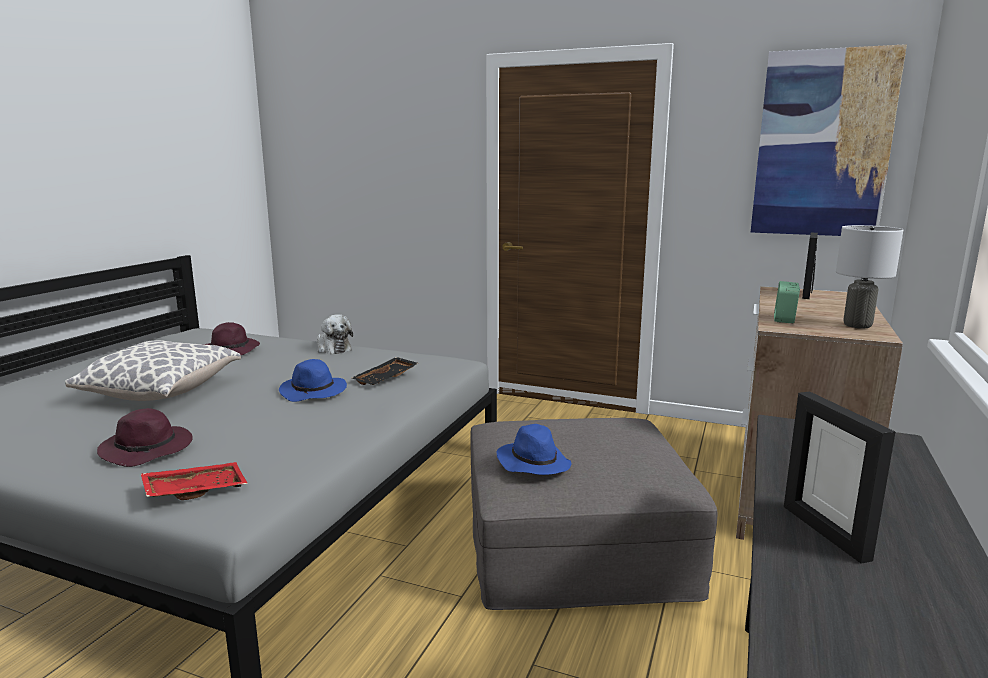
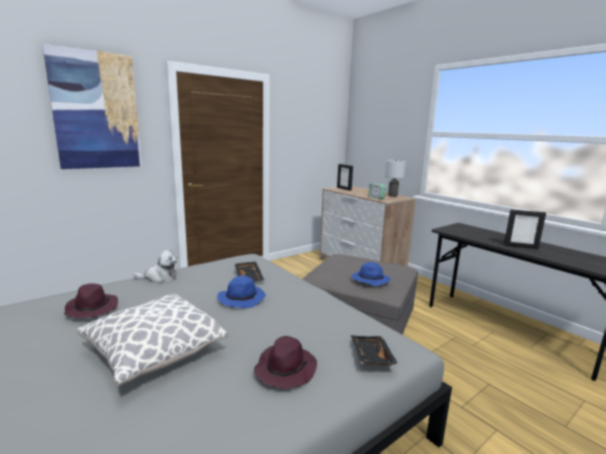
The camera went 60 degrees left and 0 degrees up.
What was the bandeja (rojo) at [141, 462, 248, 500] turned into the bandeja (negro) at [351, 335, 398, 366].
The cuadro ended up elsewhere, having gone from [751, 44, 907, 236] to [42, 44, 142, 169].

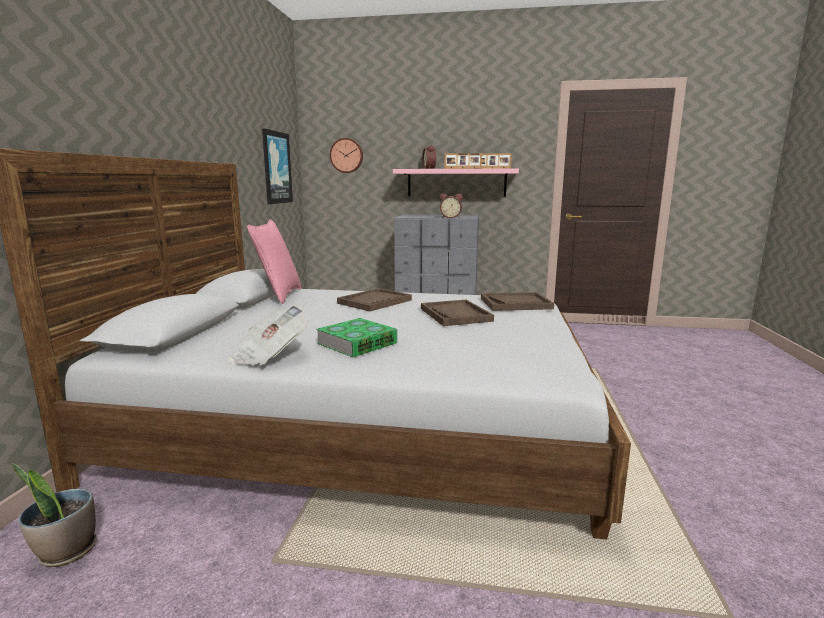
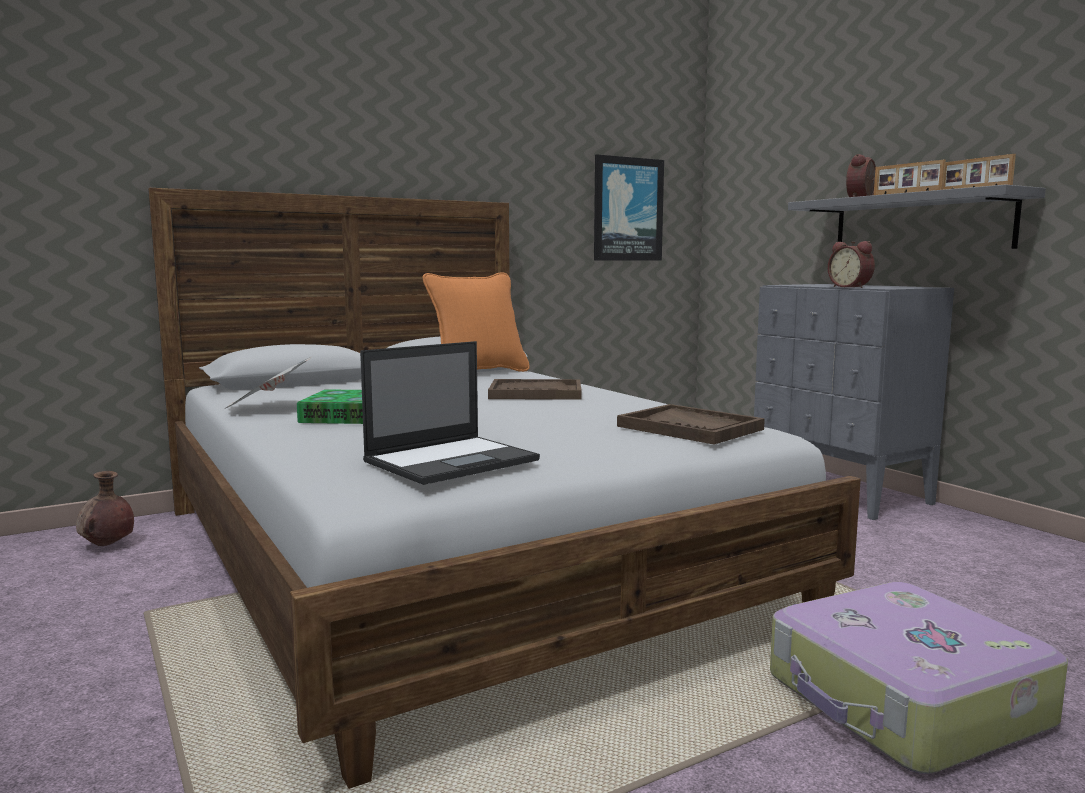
The camera went 50 degrees right and 5 degrees down.
Where the planta en maceta stood at [12, 463, 97, 567], the florero (marrón) came to stand at [76, 471, 134, 546].
What was the cojín (rosa) at [247, 219, 301, 304] turned into the cojín (naranja) at [423, 272, 530, 372].
The second view lost the reloj de pared at [330, 138, 363, 173].
What was the estante (rosa) at [393, 168, 519, 197] turned into the estante (gris) at [788, 185, 1046, 249].
The second view lost the bandeja (marrón) at [421, 300, 494, 326].
The second view gained the portátil at [360, 341, 540, 485].
The second view gained the maleta at [770, 582, 1068, 774].

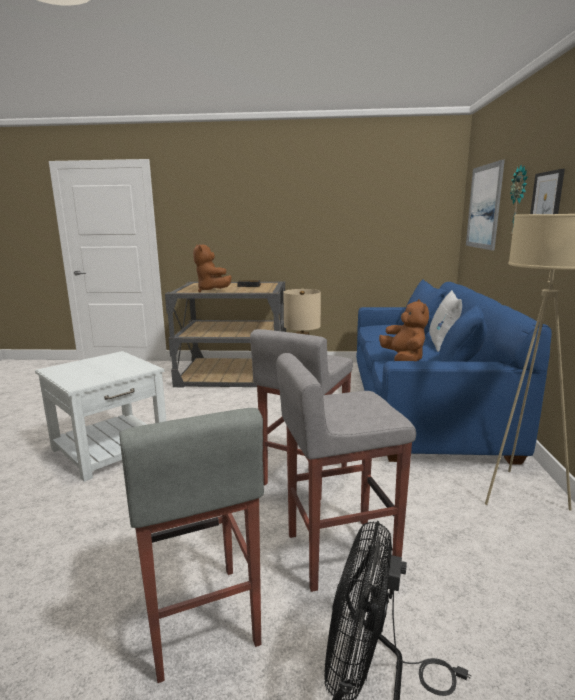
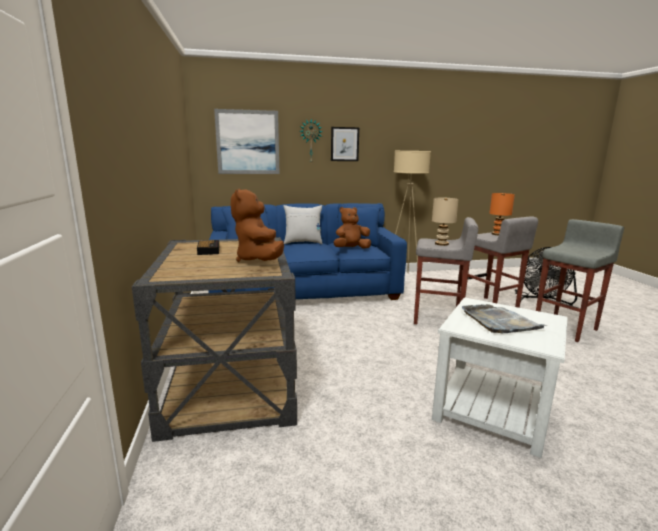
The camera went 105 degrees left and 0 degrees up.
The peluche (marrón) at [193, 244, 232, 292] ended up facing another way, 120 degrees clockwise from before.
The second view gained the bandeja (gris) at [462, 304, 547, 333].
The second view gained the lámpara de mesa (naranja) at [490, 193, 515, 235].

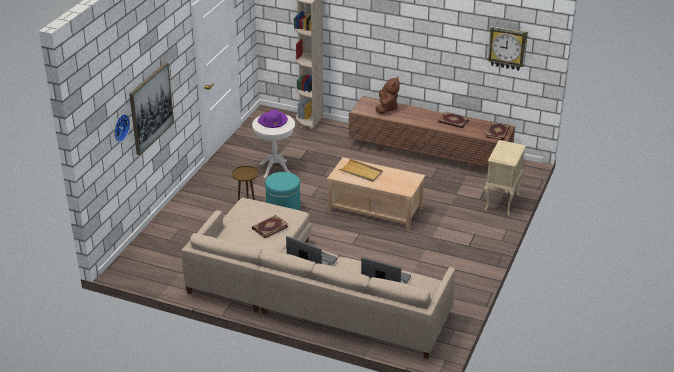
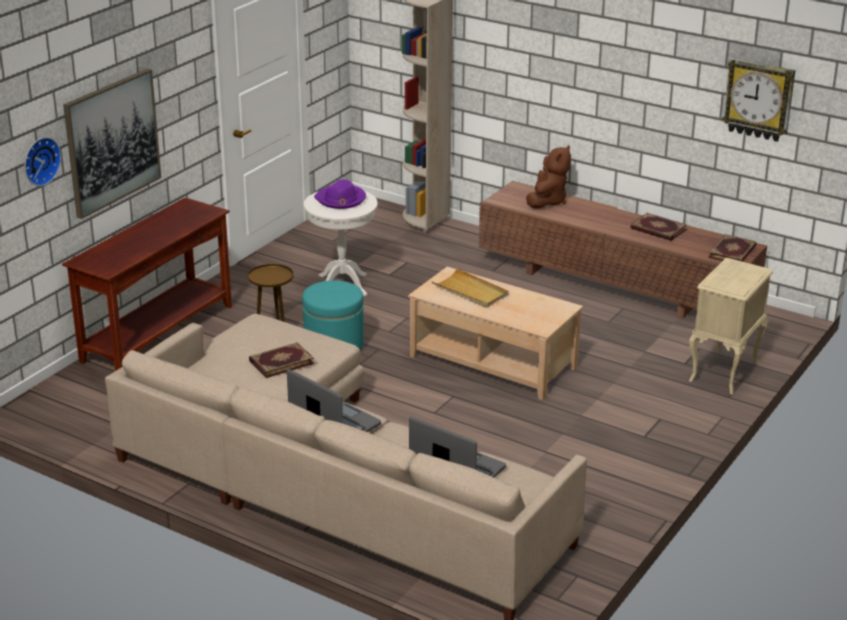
The camera went 10 degrees right and 5 degrees down.
The second view gained the mesa consola (marrón) at [62, 197, 232, 371].

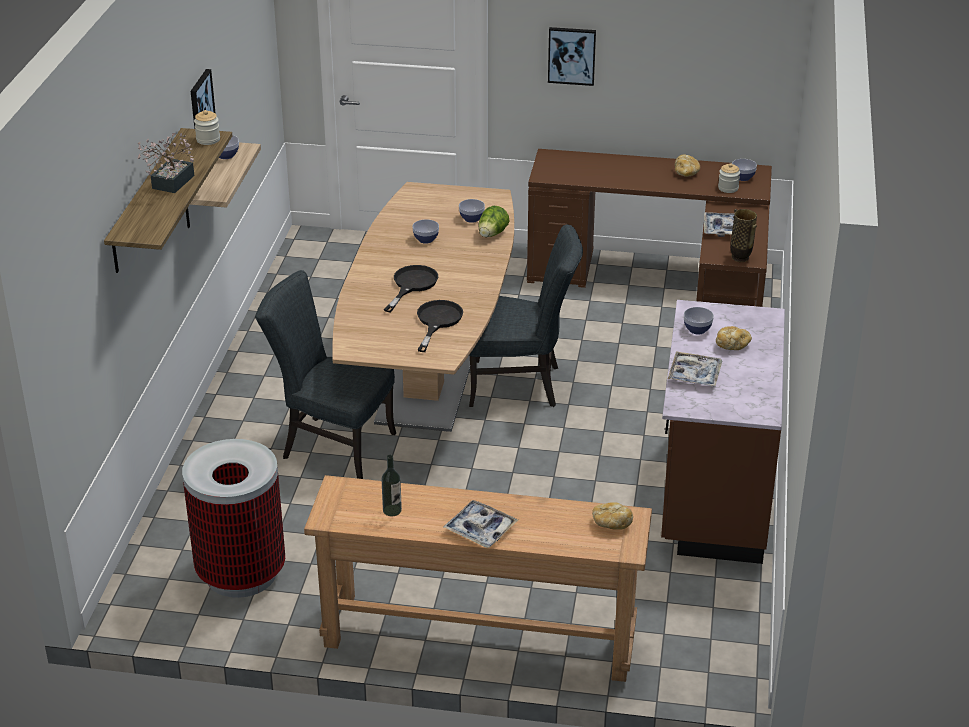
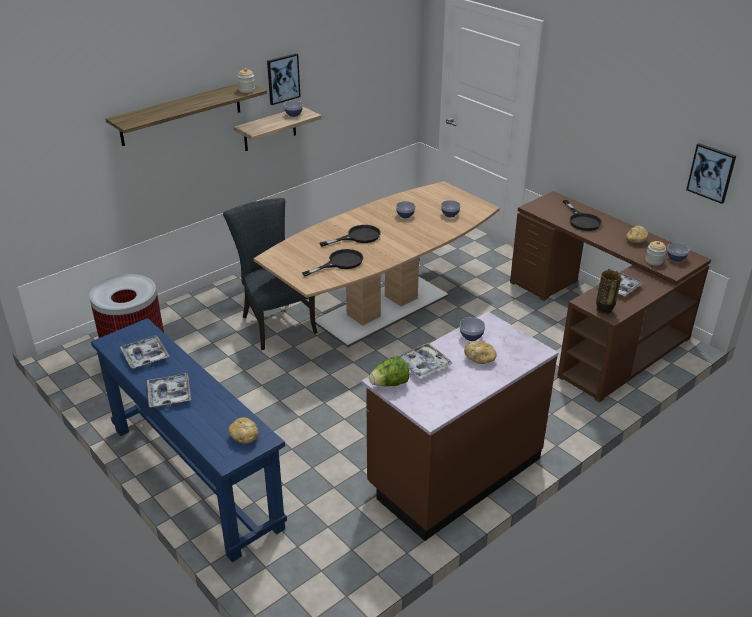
The camera went 40 degrees right and 0 degrees up.
The second view lost the planta en maceta at [137, 133, 194, 193].
What was the mesa consola (marrón) at [304, 475, 652, 682] turned into the mesa consola (azul) at [91, 318, 287, 562].
Where the botella stood at [381, 455, 402, 516], the bandeja came to stand at [120, 336, 170, 368].
The second view lost the silla (gris) at [469, 224, 583, 407].
The lechuga ended up elsewhere, having gone from [479, 206, 509, 237] to [369, 357, 410, 386].
The cuadro ended up elsewhere, having gone from [548, 27, 596, 86] to [686, 143, 736, 204].
The second view gained the sartén (negro) at [563, 200, 602, 231].

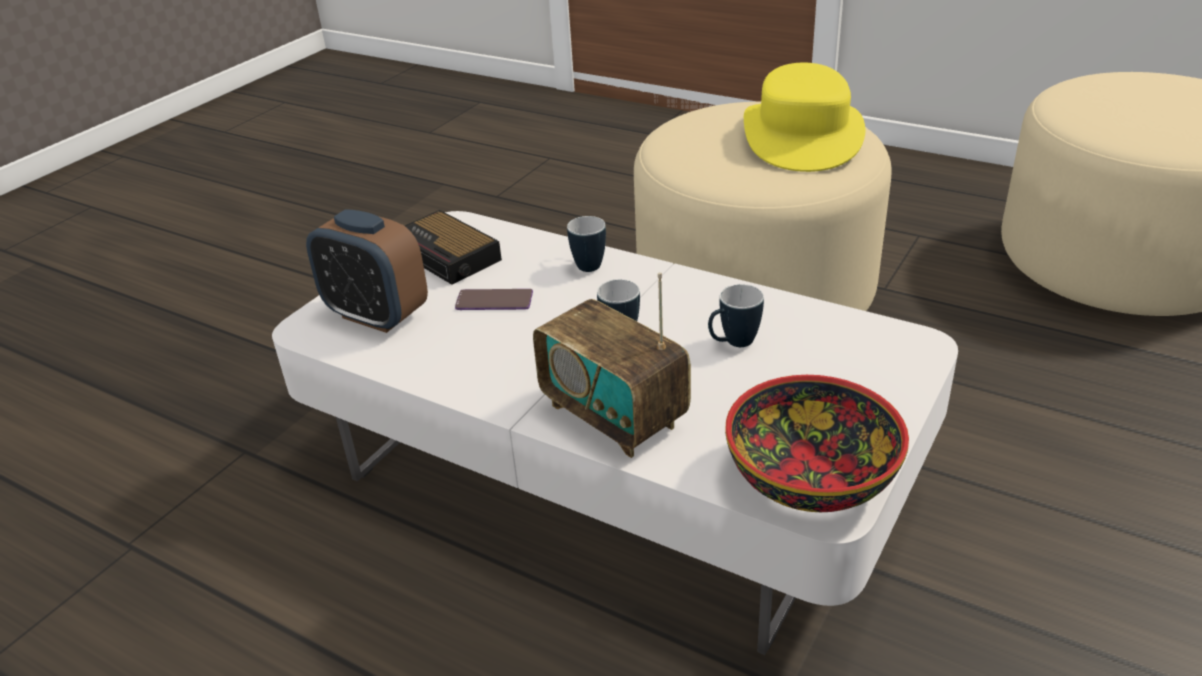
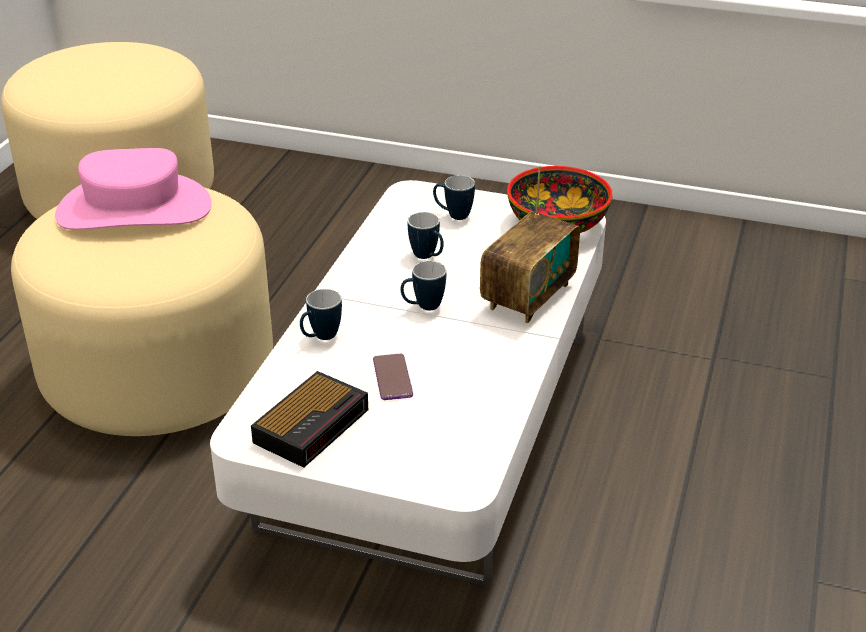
The camera went 105 degrees left and 0 degrees up.
The second view lost the despertador at [306, 209, 428, 333].
What was the sombrero (amarillo) at [744, 63, 865, 172] turned into the sombrero (rosa) at [55, 148, 212, 230].
The second view gained the taza grande at [433, 175, 475, 220].

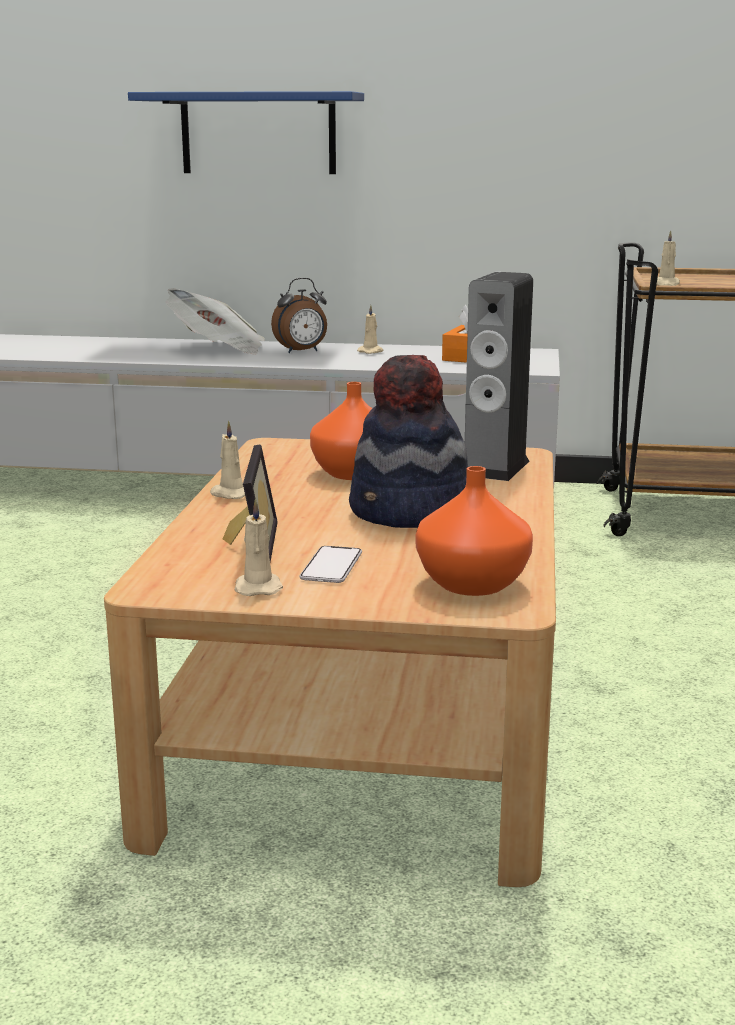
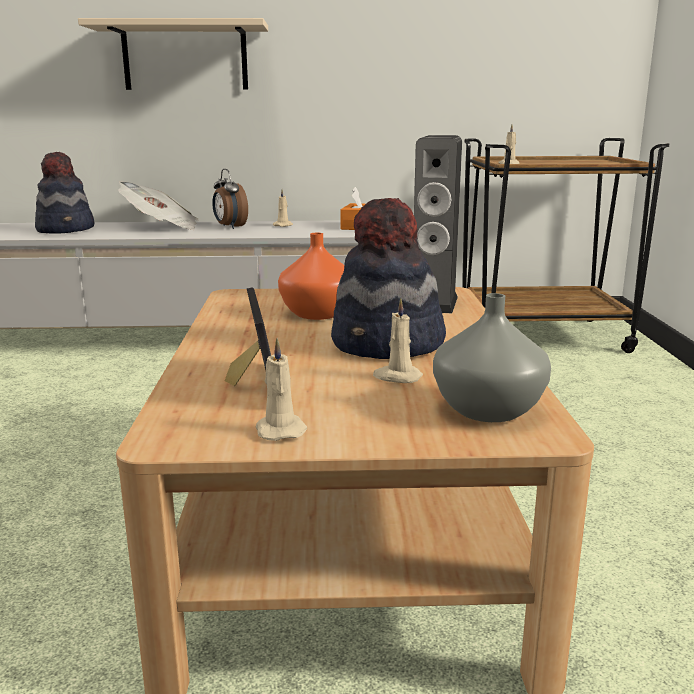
The camera went 10 degrees left and 0 degrees up.
What was the estante (azul) at [128, 91, 364, 174] turned into the estante (beis) at [78, 18, 268, 90].
The vela (beis) ended up elsewhere, having gone from [210, 421, 245, 499] to [373, 298, 423, 383].
The despertador at [271, 278, 327, 353] ended up facing another way, 90 degrees clockwise from before.
The second view lost the móvil at [299, 546, 362, 583].
What was the florero (naranja) at [416, 466, 533, 596] turned into the florero (gris) at [433, 293, 551, 422].
The second view gained the sombrero at [35, 152, 94, 234].

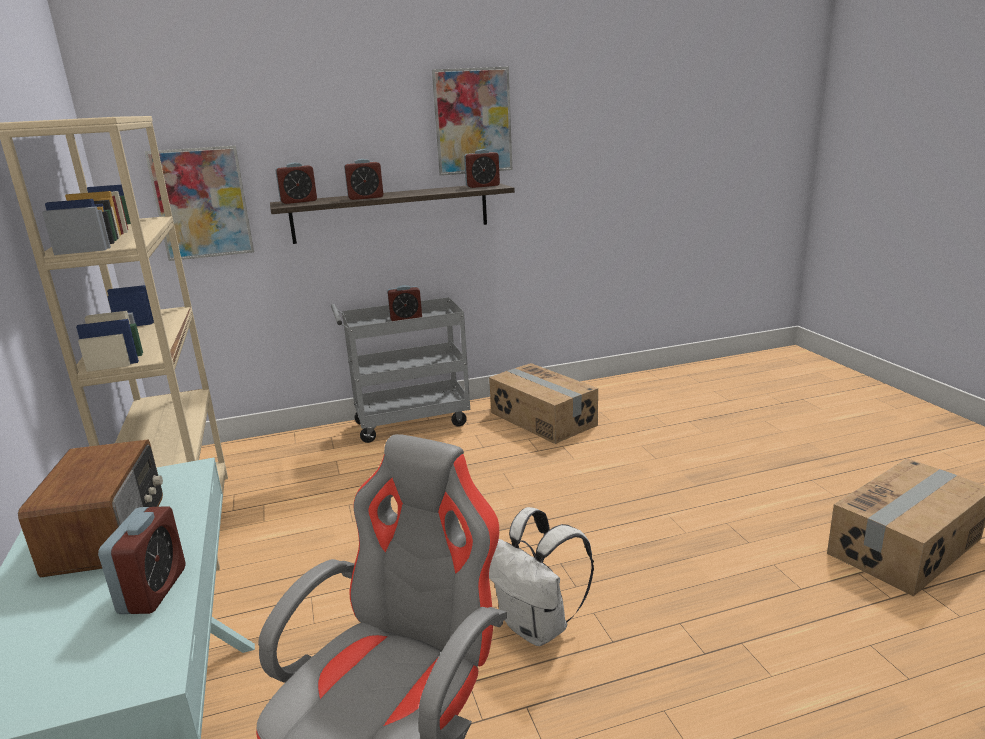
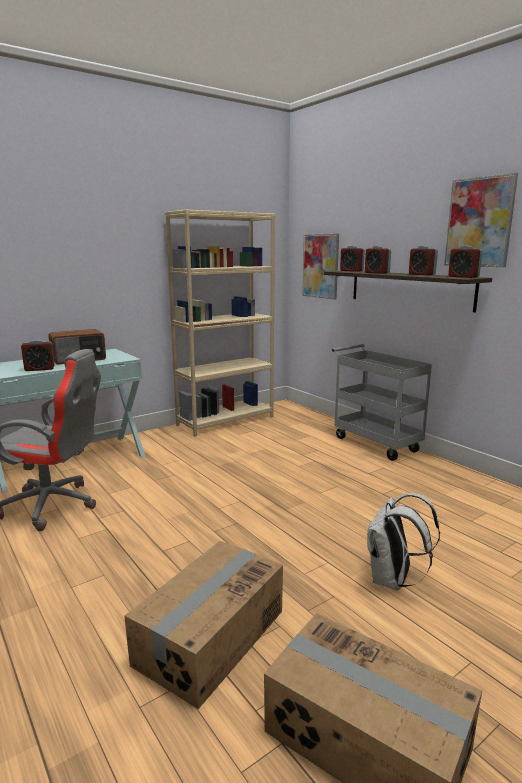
The camera went 70 degrees right and 5 degrees down.
The despertador ended up elsewhere, having gone from [387, 285, 422, 321] to [409, 246, 438, 275].
The caja de cartón ended up elsewhere, having gone from [489, 363, 598, 444] to [124, 541, 283, 709].
The mochila (blanco) ended up elsewhere, having gone from [489, 507, 594, 646] to [367, 493, 440, 590].

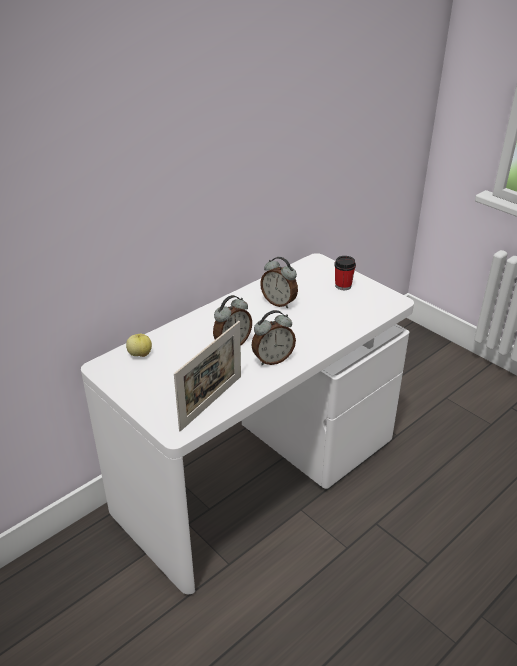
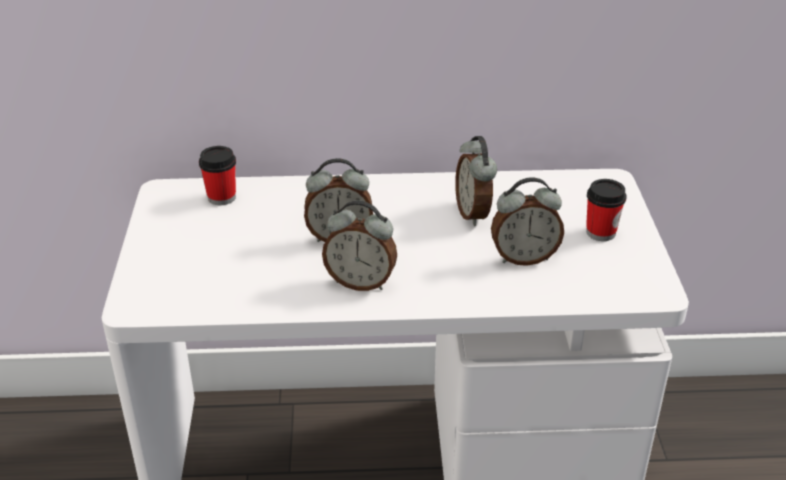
The camera went 40 degrees right and 0 degrees up.
Where the manzana stood at [126, 334, 152, 357], the taza came to stand at [199, 146, 236, 205].
The second view lost the portarretratos at [174, 321, 241, 431].
The second view gained the despertador at [491, 177, 564, 266].

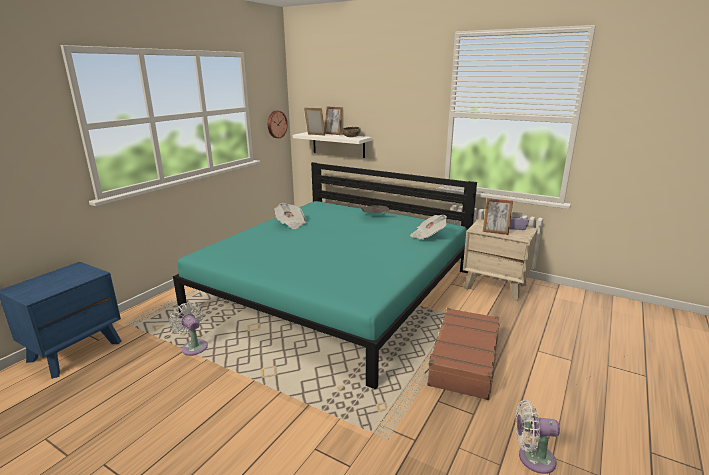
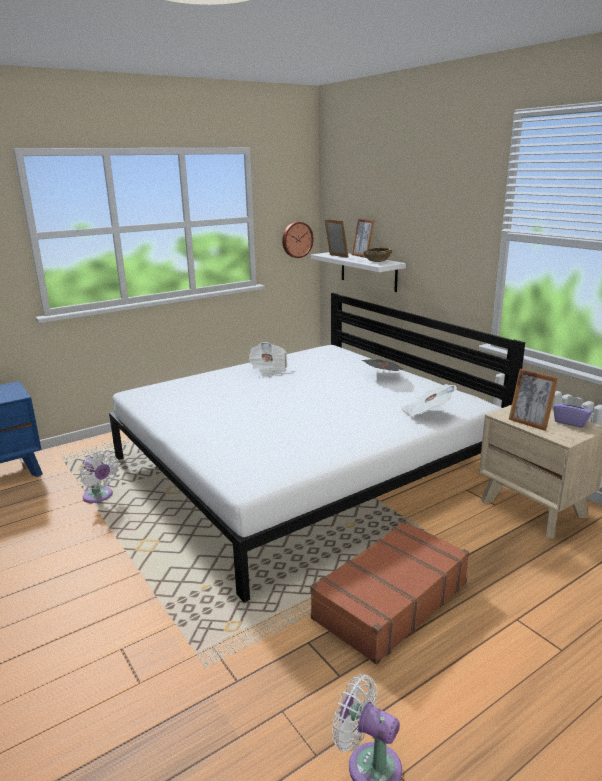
The camera went 25 degrees right and 0 degrees up.
The ventilador (blanco) at [169, 302, 208, 356] ended up facing another way, 150 degrees clockwise from before.
What was the cama (turquesa) at [173, 162, 477, 390] turned into the cama (blanco) at [109, 293, 525, 602].

